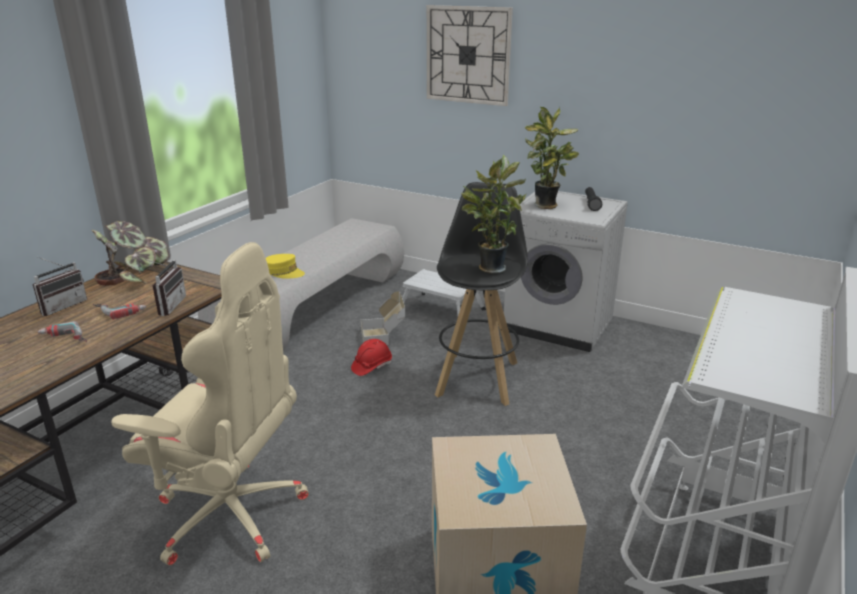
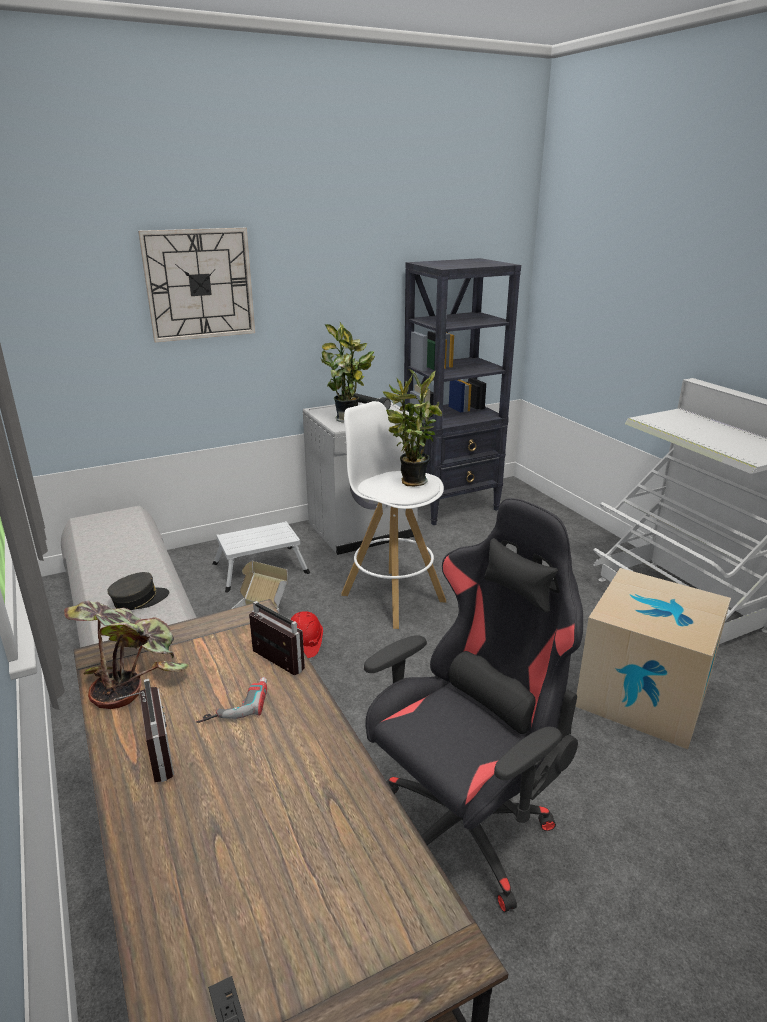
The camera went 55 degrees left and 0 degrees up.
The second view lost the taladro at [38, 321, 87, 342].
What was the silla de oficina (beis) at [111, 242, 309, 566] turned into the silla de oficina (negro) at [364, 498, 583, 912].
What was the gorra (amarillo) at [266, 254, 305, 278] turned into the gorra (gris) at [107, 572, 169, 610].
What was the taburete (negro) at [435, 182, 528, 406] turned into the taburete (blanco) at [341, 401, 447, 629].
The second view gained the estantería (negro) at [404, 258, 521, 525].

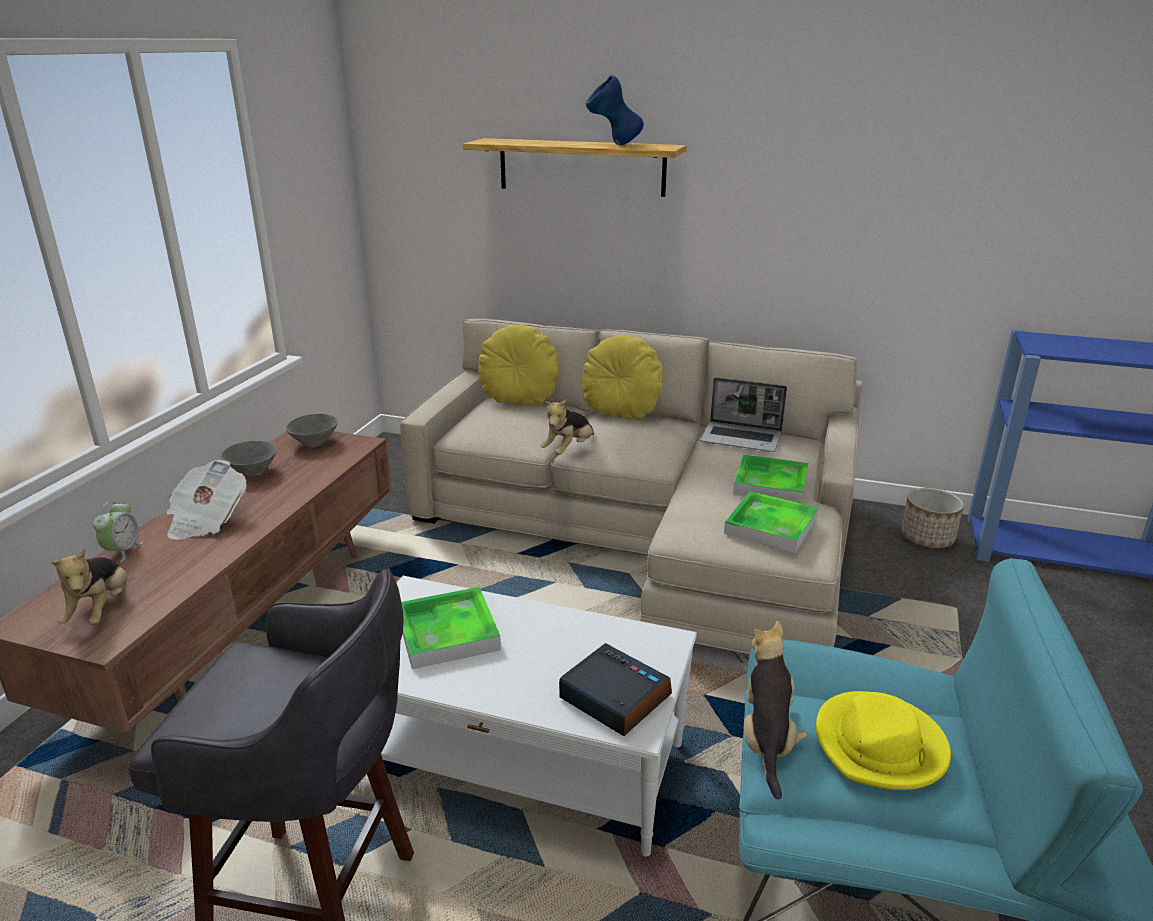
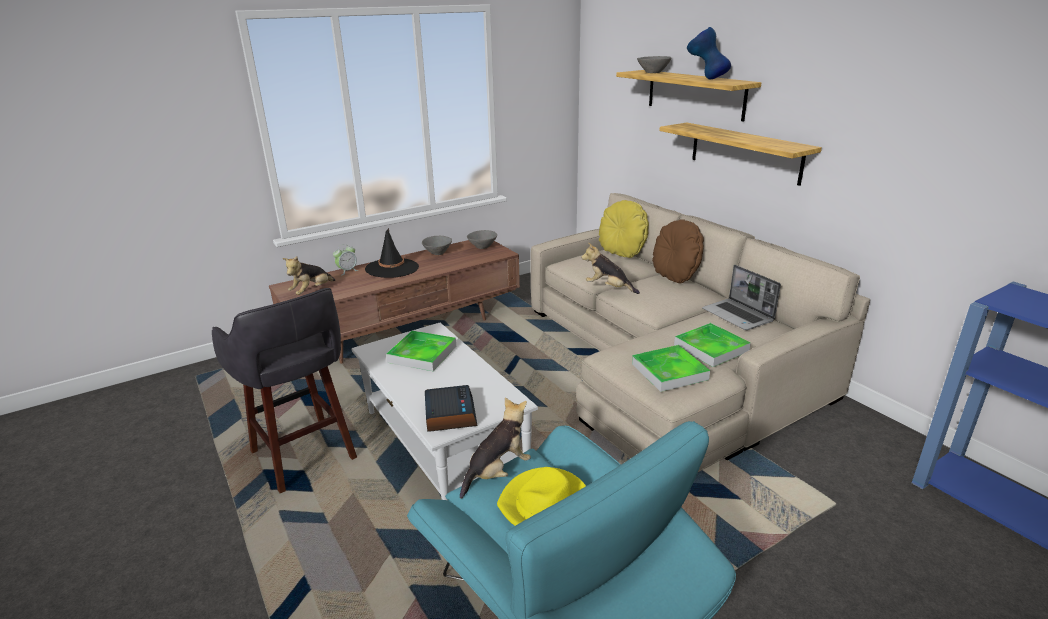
The camera went 40 degrees right and 0 degrees up.
Where the periódico stood at [166, 460, 247, 540], the sombrero (negro) came to stand at [365, 228, 419, 278].
The peluche at [540, 399, 594, 455] ended up facing another way, 45 degrees clockwise from before.
What was the cojín (amarillo) at [582, 335, 663, 419] turned into the cojín (marrón) at [652, 220, 704, 284].
The second view lost the maceta at [901, 488, 964, 548].
The second view gained the cuenco (gris) at [637, 56, 672, 73].
The second view gained the estante at [659, 123, 822, 186].

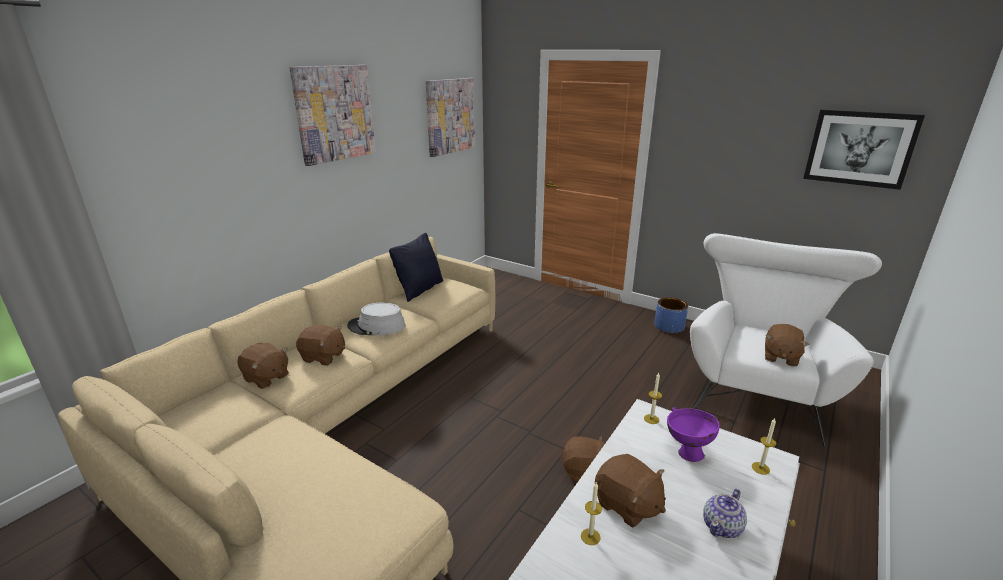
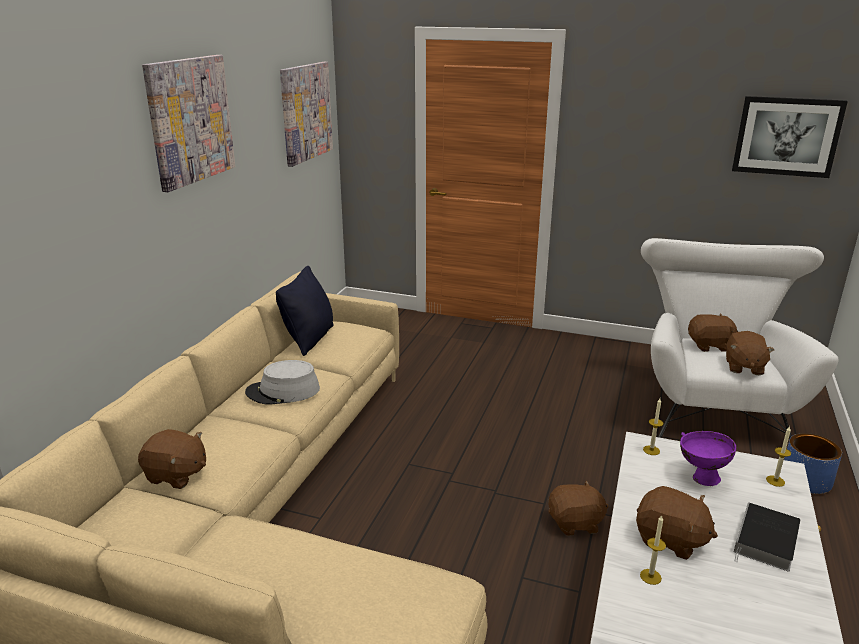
The camera went 15 degrees left and 0 degrees up.
The peluche (marrón) ended up elsewhere, having gone from [296, 324, 345, 366] to [688, 313, 738, 352].
The maceta (azul) ended up elsewhere, having gone from [654, 297, 688, 333] to [784, 433, 842, 494].
Where the tetera stood at [703, 489, 747, 538], the libro came to stand at [734, 502, 800, 571].

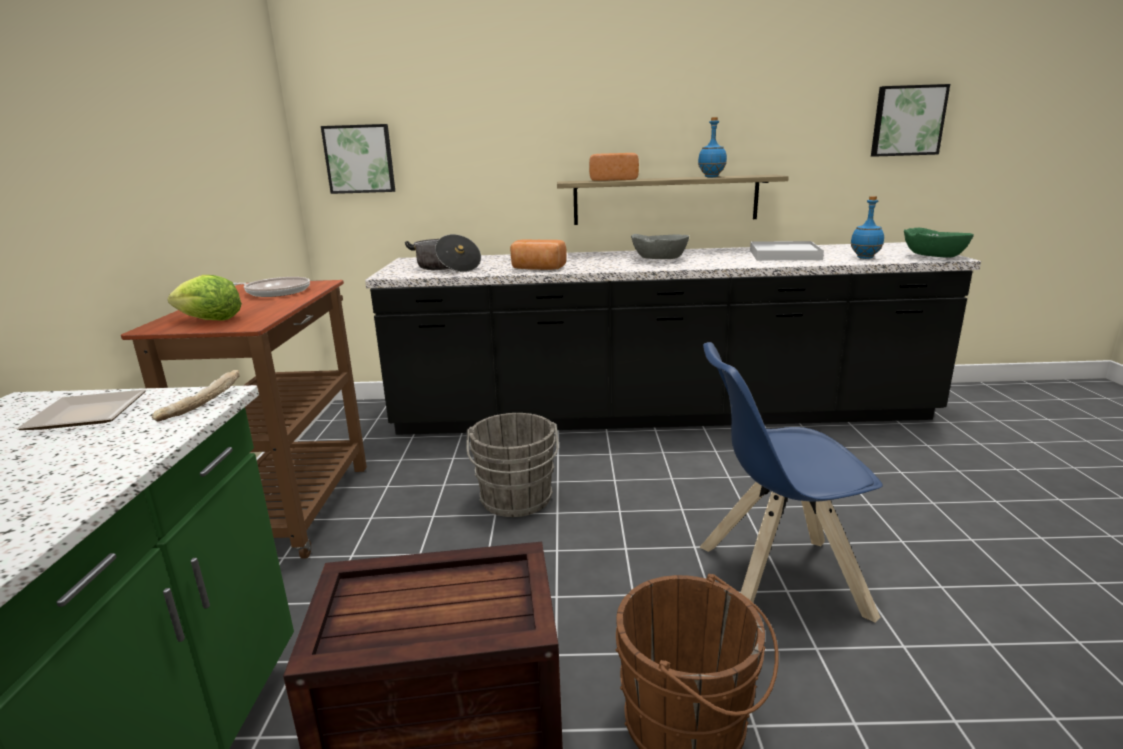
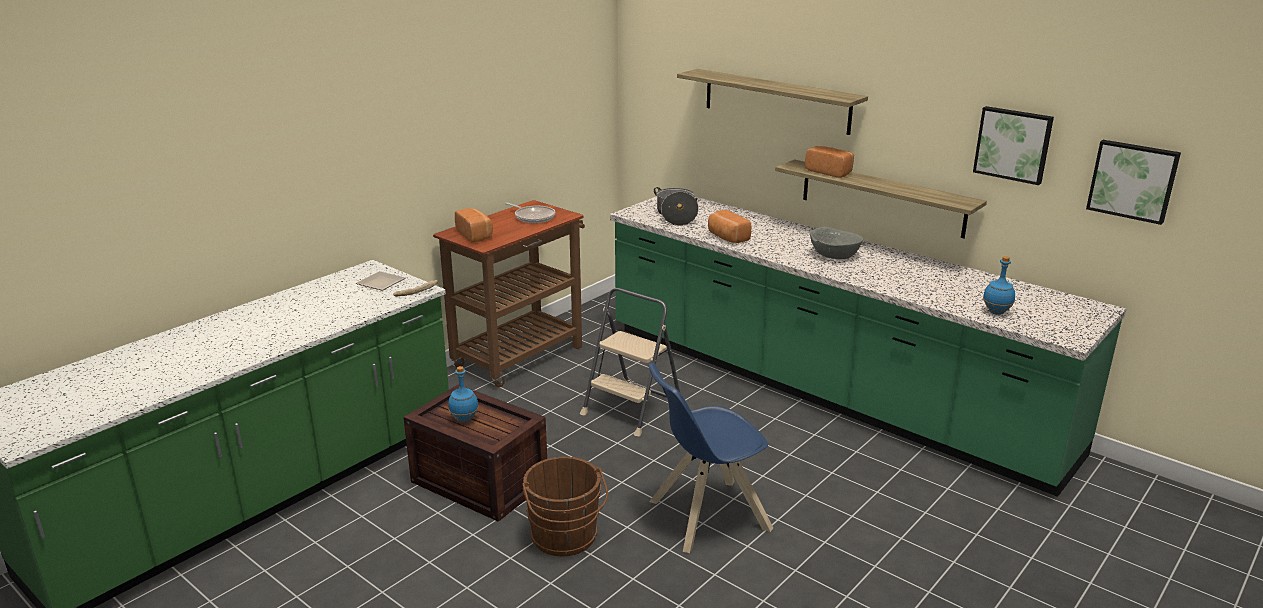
The camera went 40 degrees right and 5 degrees up.
Where the lechuga stood at [167, 275, 242, 321], the pan came to stand at [455, 208, 493, 243].
The cuadro ended up elsewhere, having gone from [321, 124, 395, 194] to [973, 106, 1054, 185].
What was the mueble bajo de cocina (negro) at [365, 242, 981, 435] turned into the mueble bajo de cocina (verde) at [610, 196, 1126, 497].
Where the cubo (gris) stood at [466, 413, 559, 517], the escalera de tijera (beis) came to stand at [580, 288, 680, 437].
The botella (azul) ended up elsewhere, having gone from [698, 117, 727, 177] to [448, 366, 479, 423].
The silla (azul) at [699, 342, 883, 623] ended up facing another way, 60 degrees counterclockwise from before.
The second view lost the bandeja (blanco) at [750, 241, 824, 260].
The second view lost the cuenco (verde) at [904, 228, 974, 258].
The second view gained the estante at [677, 69, 868, 135].

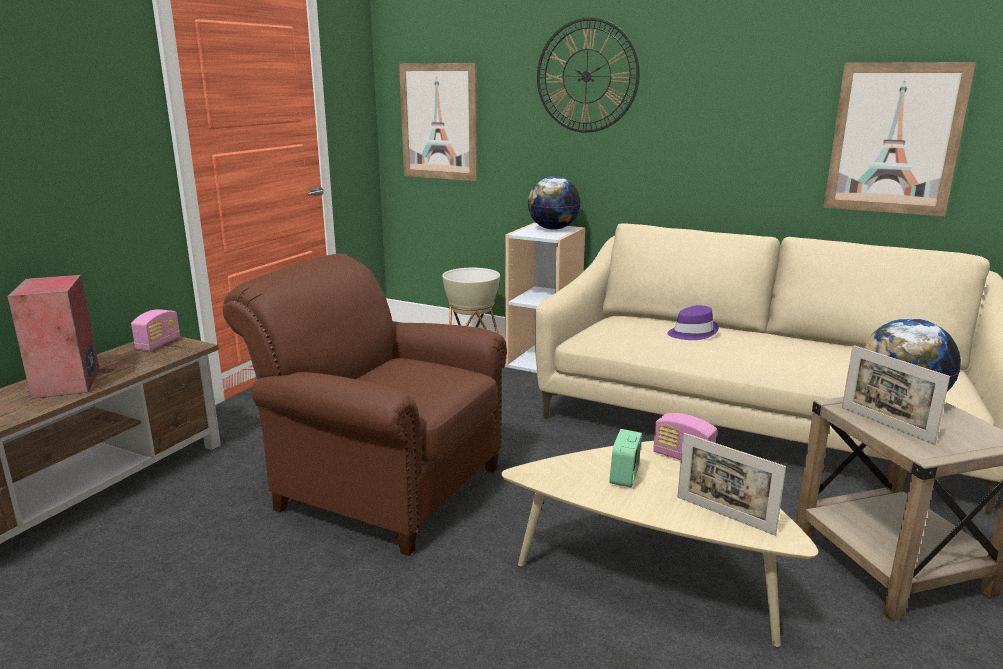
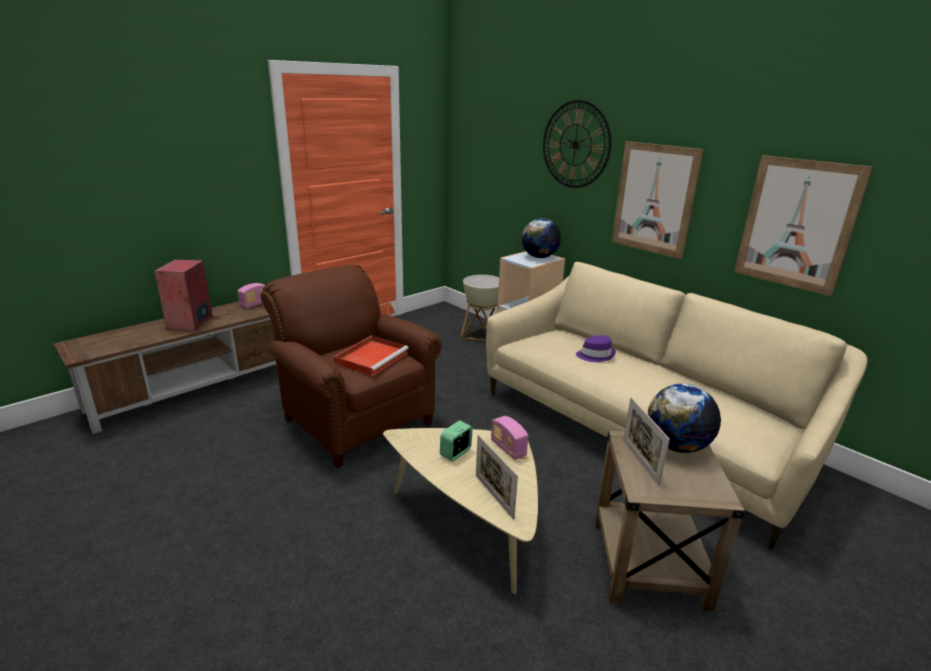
The camera went 20 degrees right and 5 degrees up.
The cuadro ended up elsewhere, having gone from [399, 63, 478, 181] to [612, 141, 703, 259].
The second view gained the bandeja (rojo) at [334, 336, 409, 376].

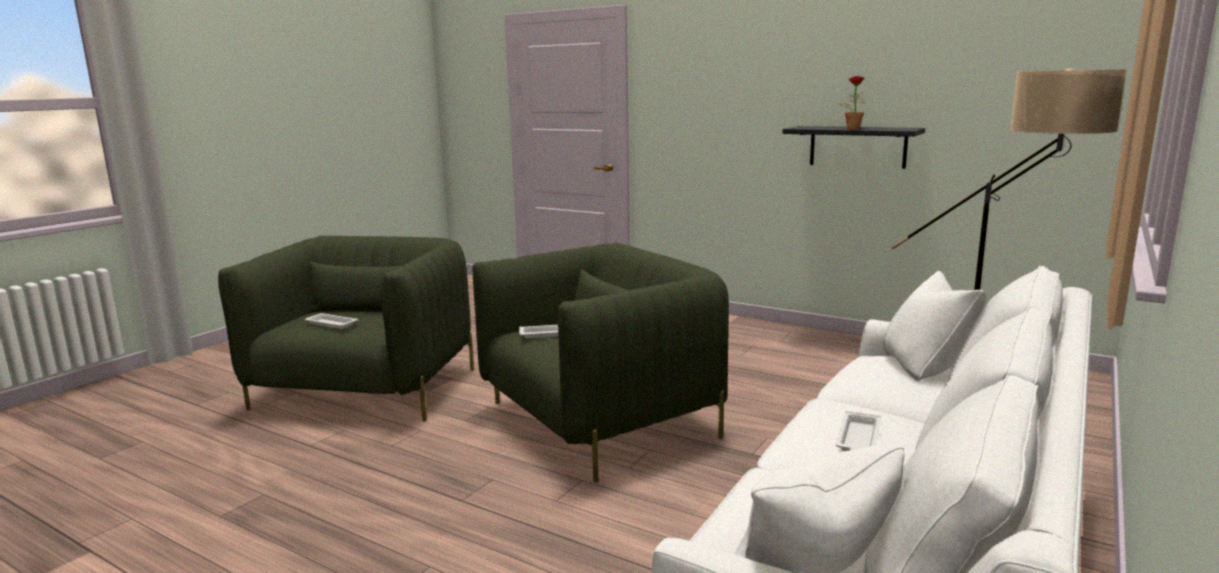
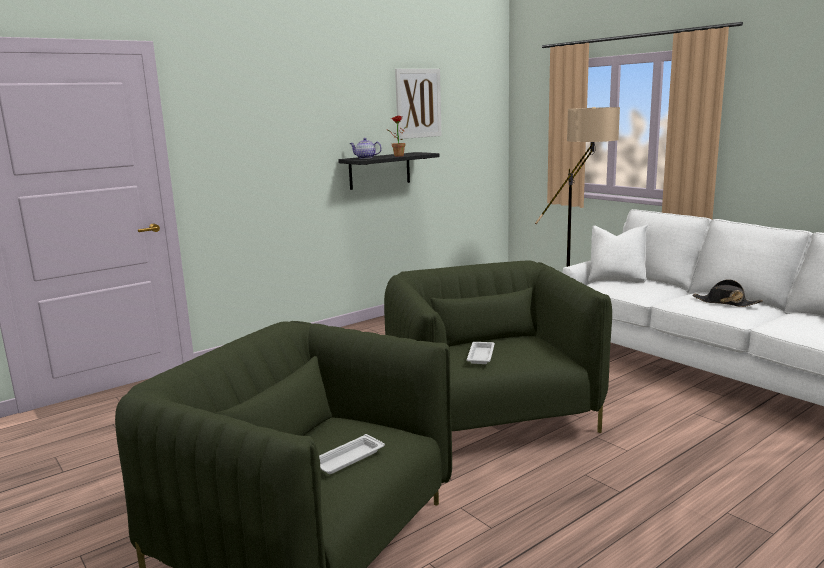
The camera went 70 degrees left and 0 degrees up.
Where the bandeja (blanco) stood at [836, 411, 881, 451], the sombrero (negro) came to stand at [692, 279, 763, 307].
The second view gained the tetera at [349, 138, 382, 159].
The second view gained the cuadro at [395, 69, 441, 139].

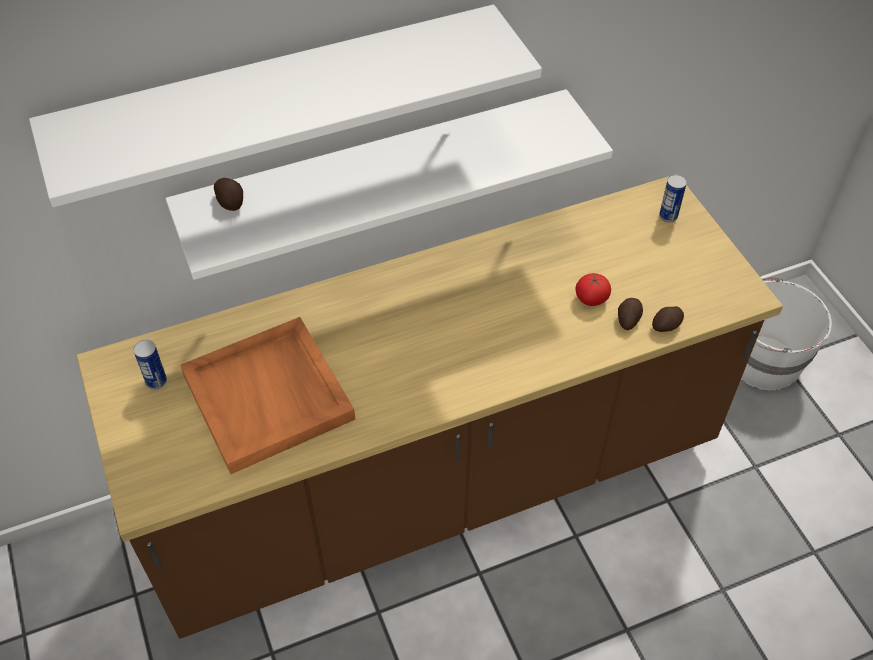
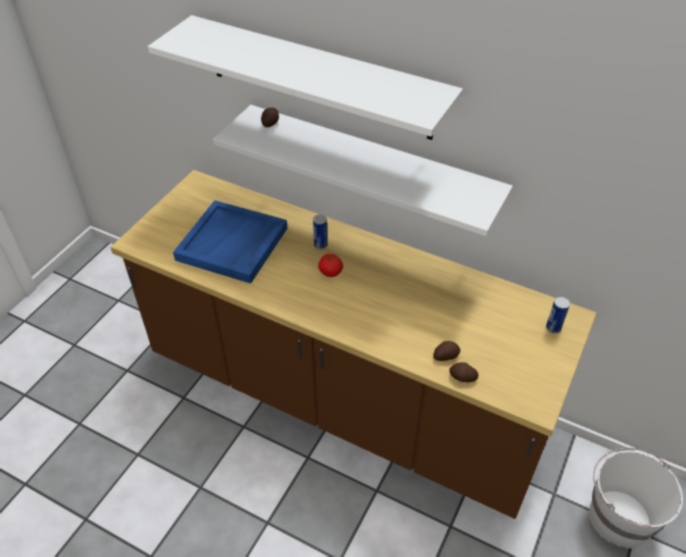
The camera went 50 degrees right and 5 degrees down.
The lata ended up elsewhere, having gone from [133, 340, 167, 389] to [313, 215, 327, 250].
What was the bandeja (naranja) at [180, 317, 355, 474] turned into the bandeja (azul) at [173, 200, 287, 283].
The tomate ended up elsewhere, having gone from [575, 273, 611, 306] to [318, 254, 343, 277].

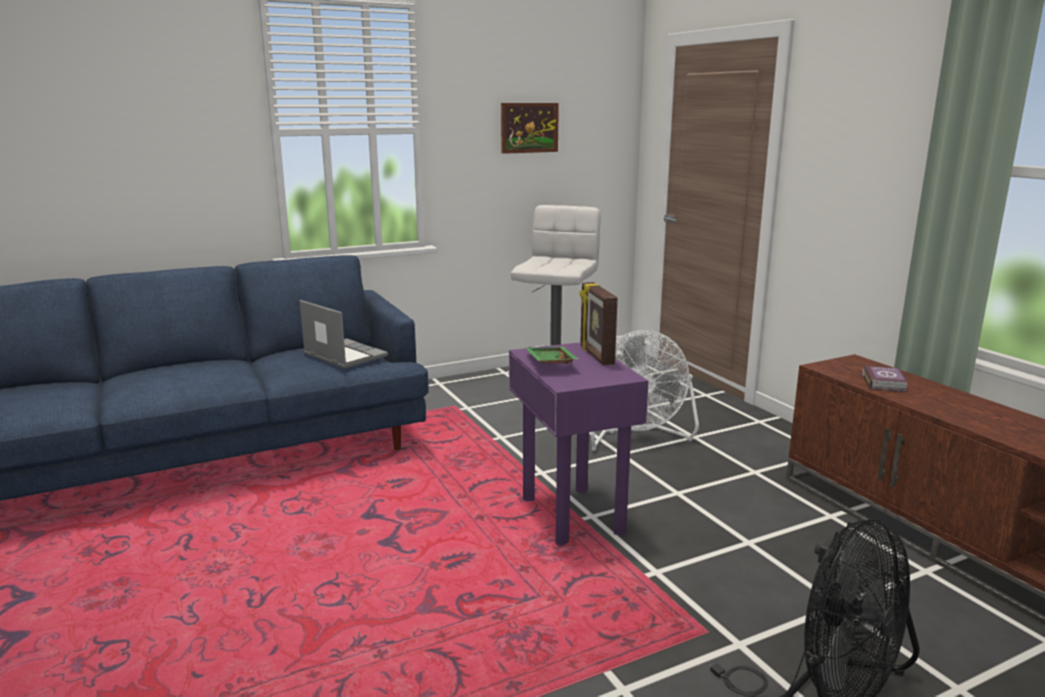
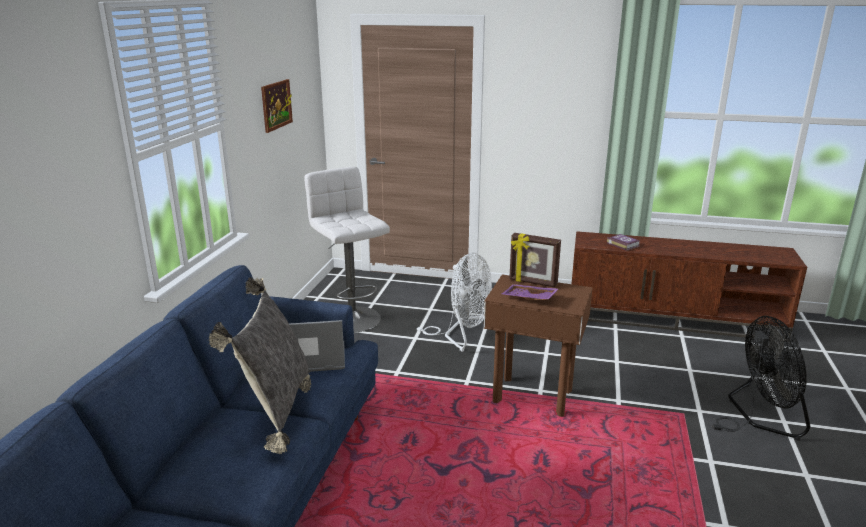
The camera went 50 degrees left and 5 degrees up.
What was the mesa auxiliar (morado) at [509, 342, 648, 546] turned into the mesa auxiliar (marrón) at [484, 274, 593, 417].
What was the bandeja (verde) at [526, 347, 579, 364] turned into the bandeja (morado) at [502, 284, 558, 300].
The second view gained the cojín at [208, 276, 312, 454].

